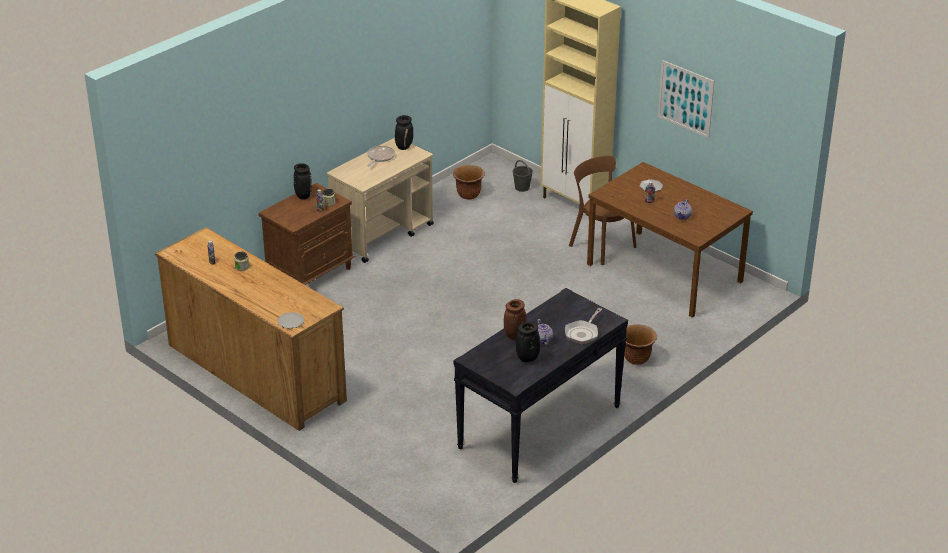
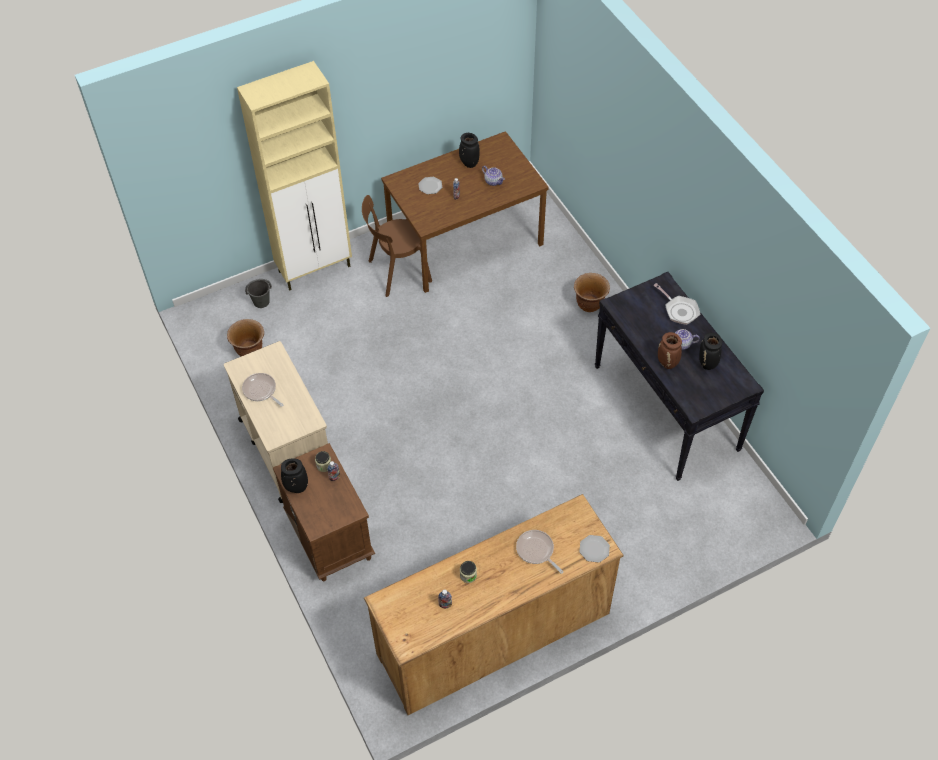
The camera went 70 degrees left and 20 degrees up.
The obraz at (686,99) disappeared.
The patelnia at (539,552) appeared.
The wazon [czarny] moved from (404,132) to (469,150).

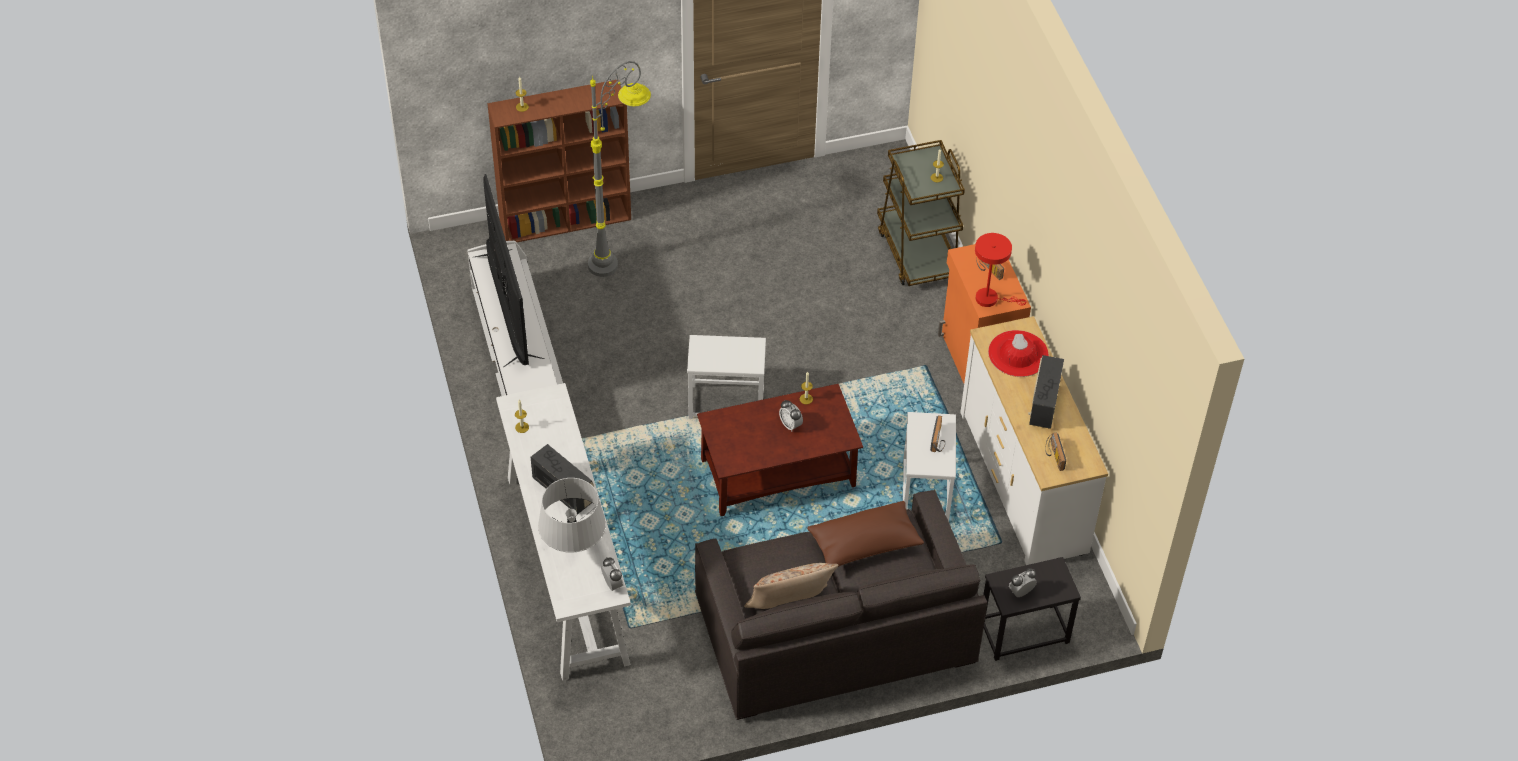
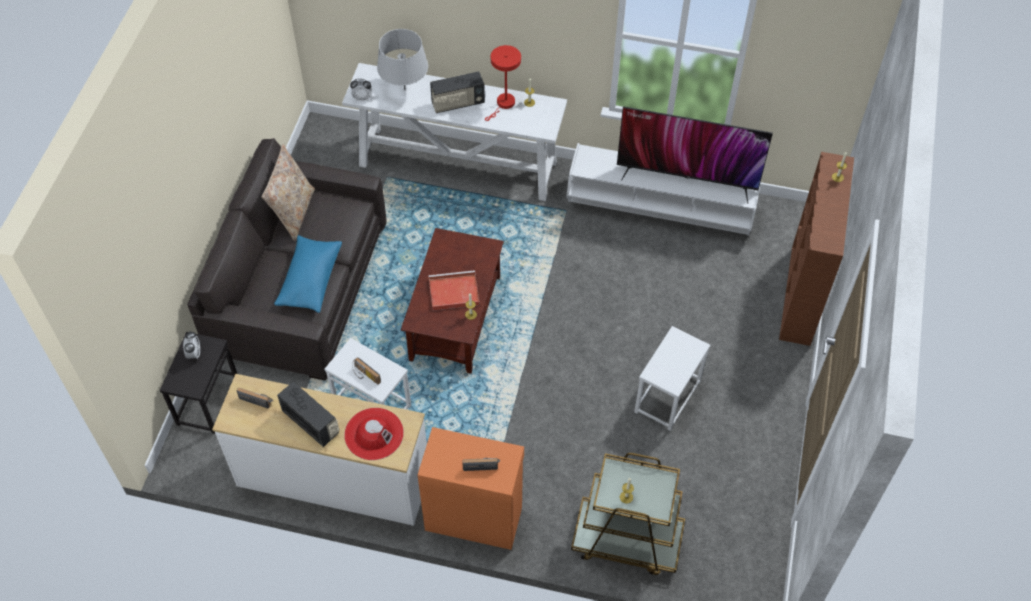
The camera went 120 degrees right and 5 degrees up.
The lampa stojąca [szary] at (619,169) disappeared.
The stolik [biały] moved from (726,377) to (672,378).
The lampa stołowa [czerwony] moved from (1000,270) to (503,83).
The budzik at (791,415) was replaced by the taca [czerwony] at (454,290).
The poduszka [brązowy] at (865,534) became the poduszka [niebieski] at (308,274).

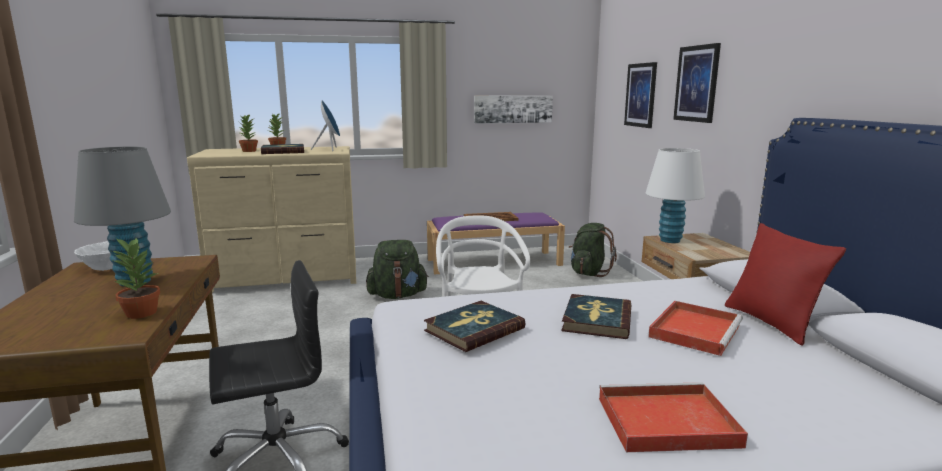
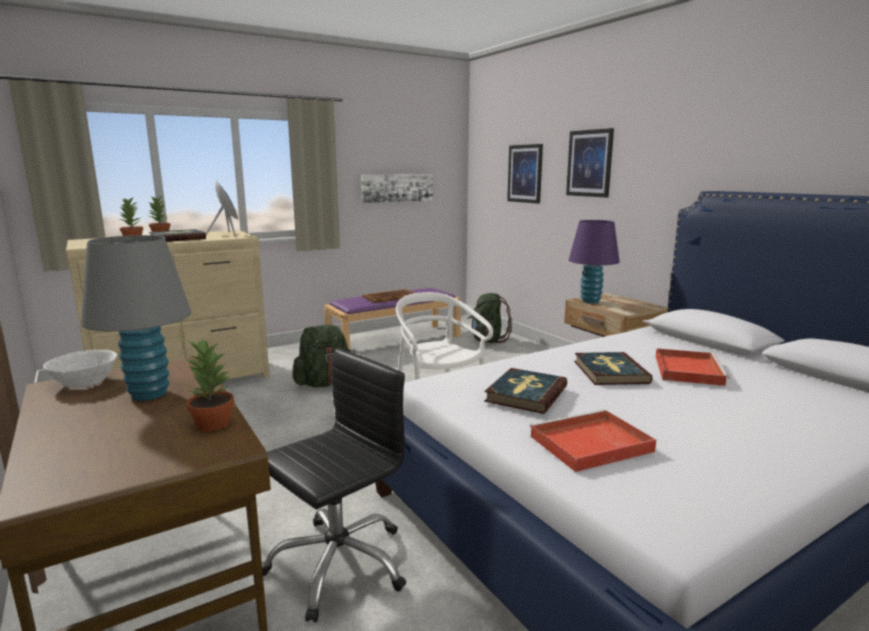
The camera went 20 degrees left and 0 degrees up.
The poduszka [czerwony] at (785,284) disappeared.
The taca [czerwony] moved from (673,417) to (593,440).
The lampa stołowa [biały] at (675,195) became the lampa stołowa [fioletowy] at (594,261).

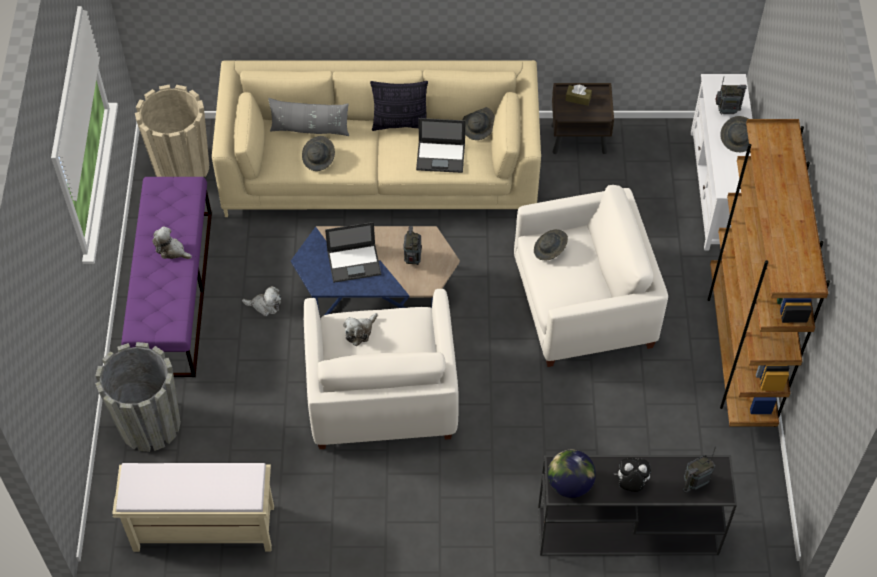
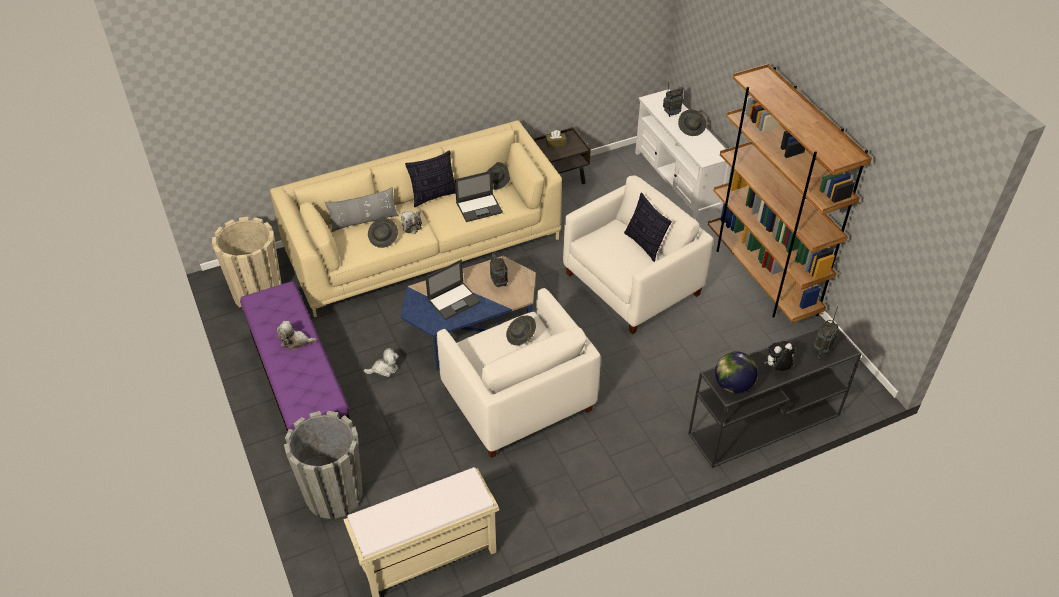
The camera went 25 degrees left and 10 degrees down.
The poduszka at (648,227) appeared.
The pluszak moved from (361,329) to (411,221).
The kapelusz [szary] moved from (551,244) to (521,330).

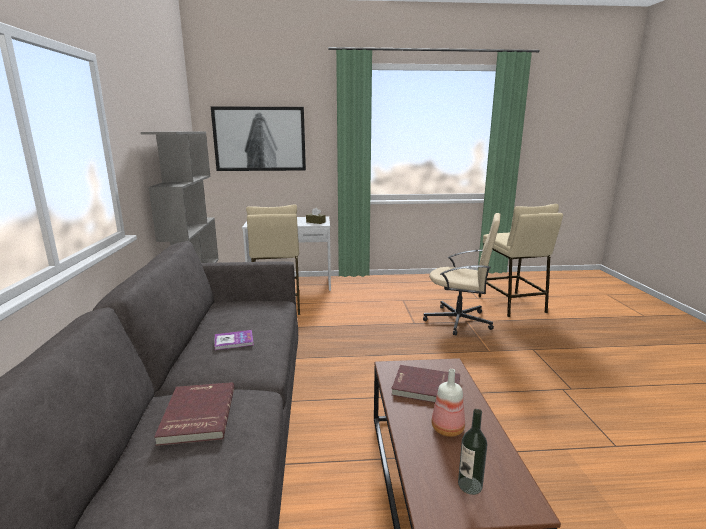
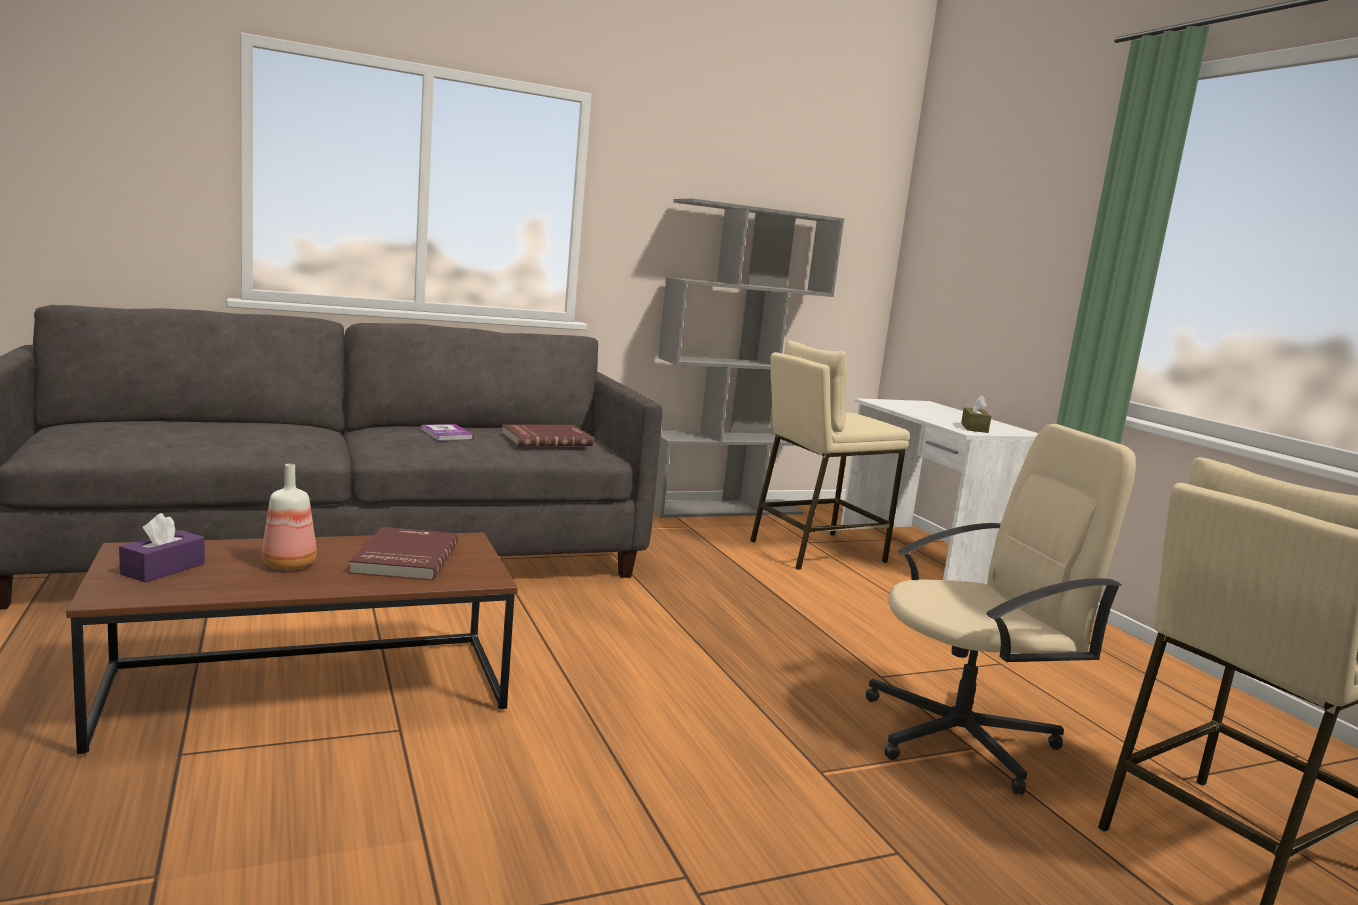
The camera went 70 degrees right and 5 degrees down.
The obraz at (258,138) disappeared.
The książka [czerwony] moved from (194,414) to (547,435).
The butelka at (472,452) was replaced by the pudełko chusteczek [fioletowy] at (162,548).
The krzesło biurowe [beżowy] at (462,274) turned 105 degrees counterclockwise.

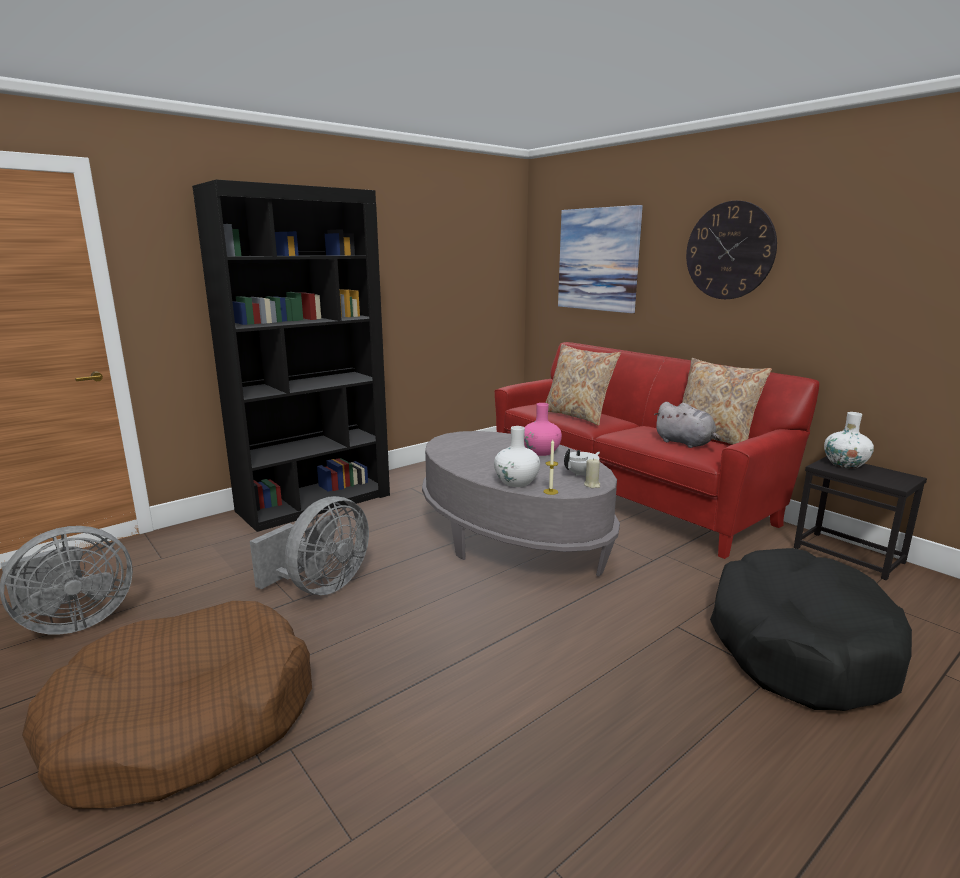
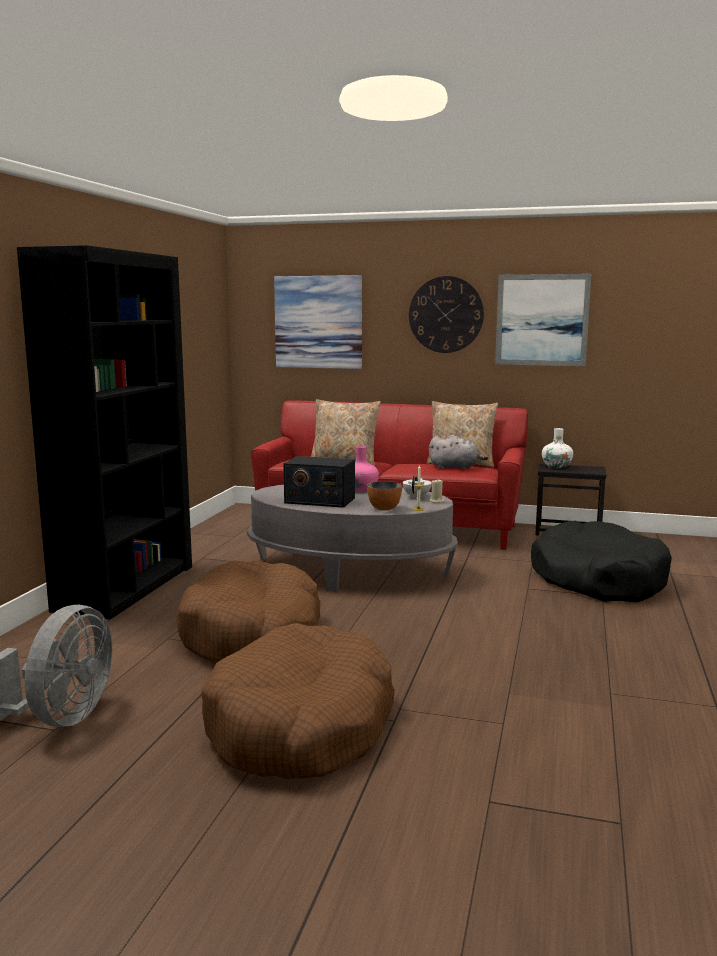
The camera went 35 degrees left and 5 degrees down.
The radio at (319,482) appeared.
The obraz at (543,320) appeared.
The wentylator [szary] at (309,545) was replaced by the legowisko [brązowy] at (248,612).
The wazon [biały] at (517,456) was replaced by the miska at (384,496).

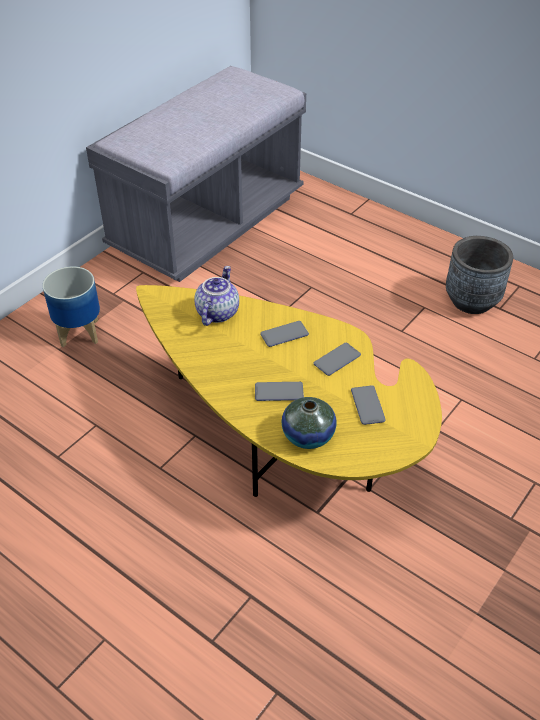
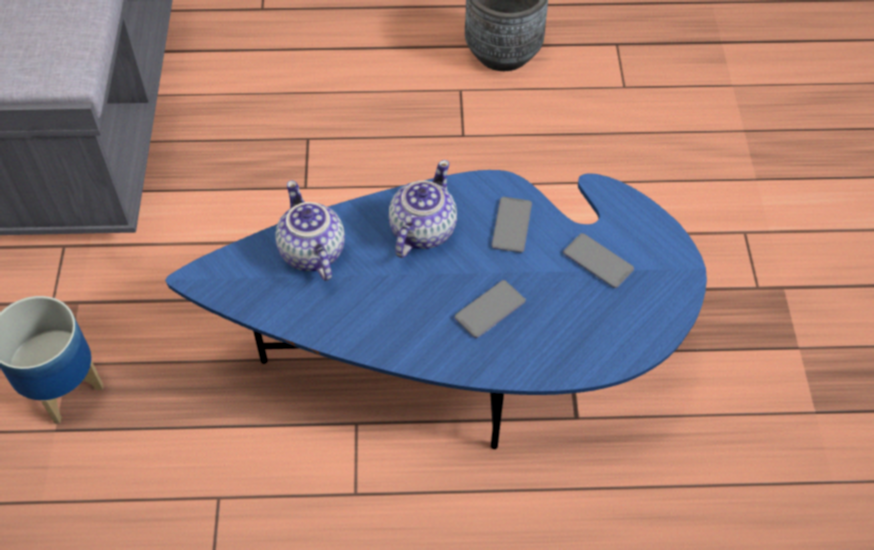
The camera went 40 degrees left and 10 degrees up.
The wazon at (309,423) disappeared.
The telefon at (284,334) was replaced by the imbryk at (423,209).
The ława [żółty] at (289,391) became the ława [niebieski] at (436,309).

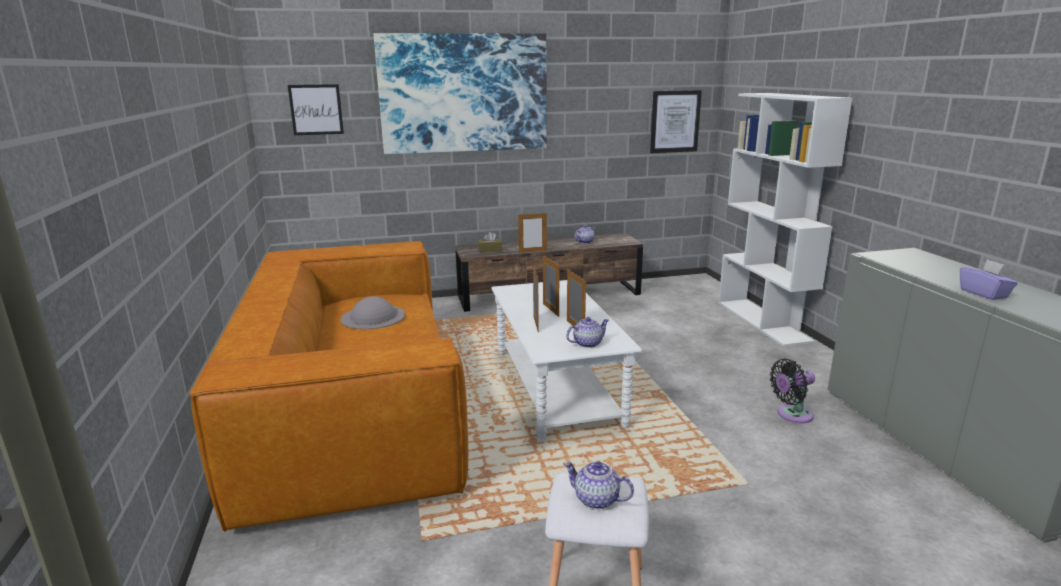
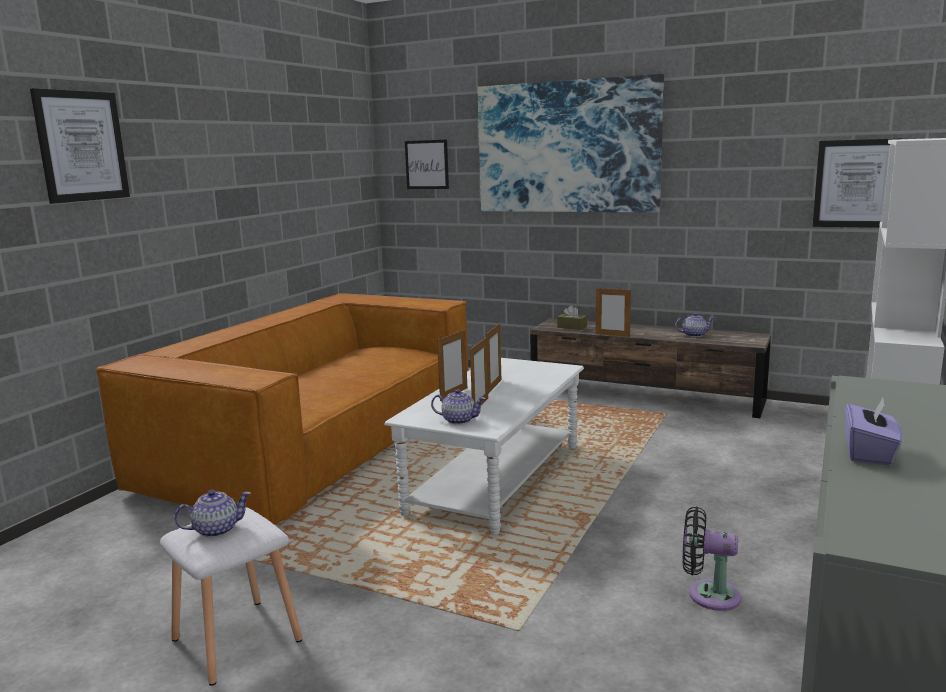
The camera went 40 degrees right and 5 degrees down.
The kapelusz [szary] at (373,312) disappeared.
The obraz at (80,146) appeared.
The imbryk at (598,485) turned 90 degrees clockwise.

